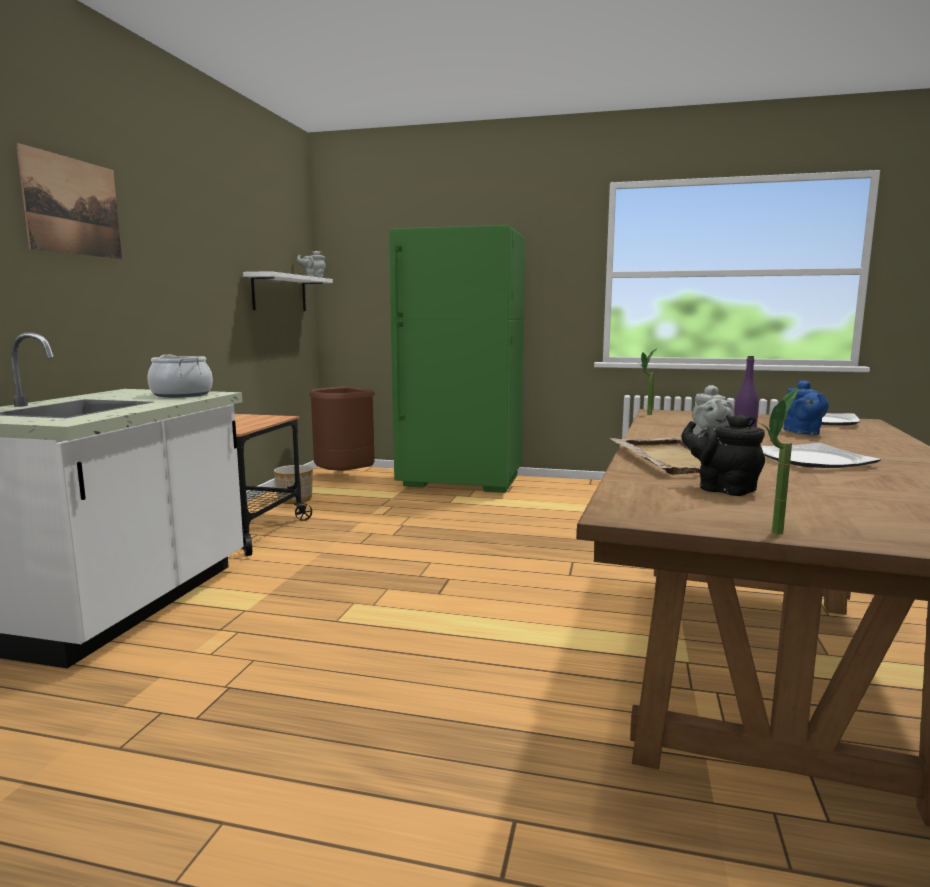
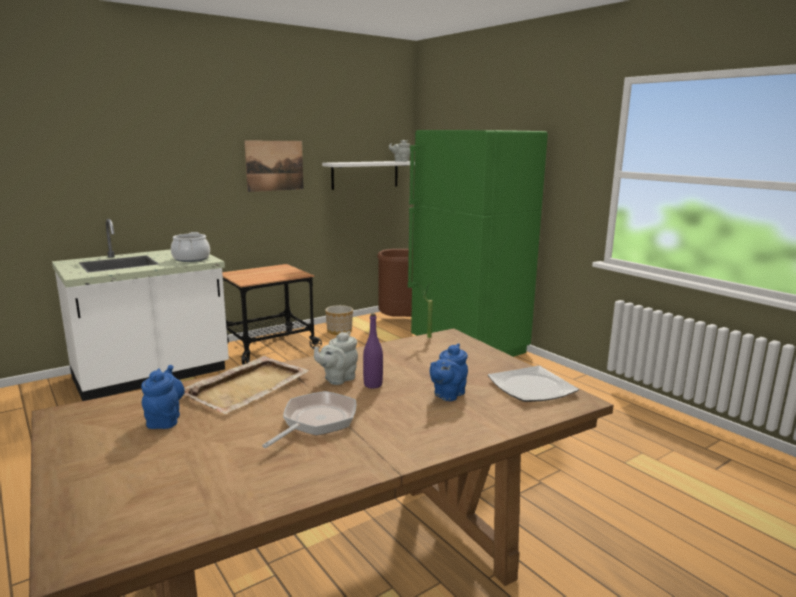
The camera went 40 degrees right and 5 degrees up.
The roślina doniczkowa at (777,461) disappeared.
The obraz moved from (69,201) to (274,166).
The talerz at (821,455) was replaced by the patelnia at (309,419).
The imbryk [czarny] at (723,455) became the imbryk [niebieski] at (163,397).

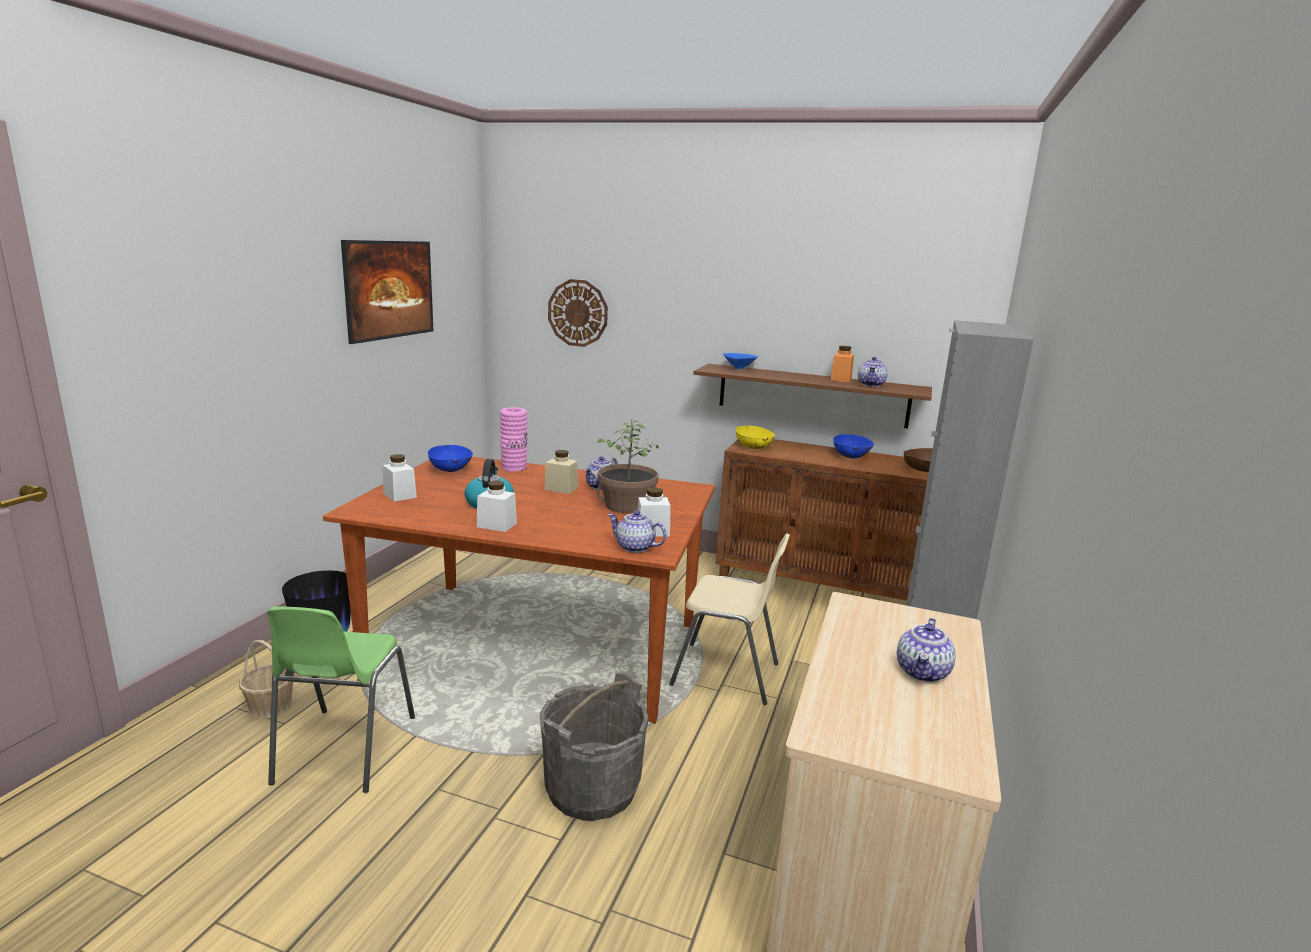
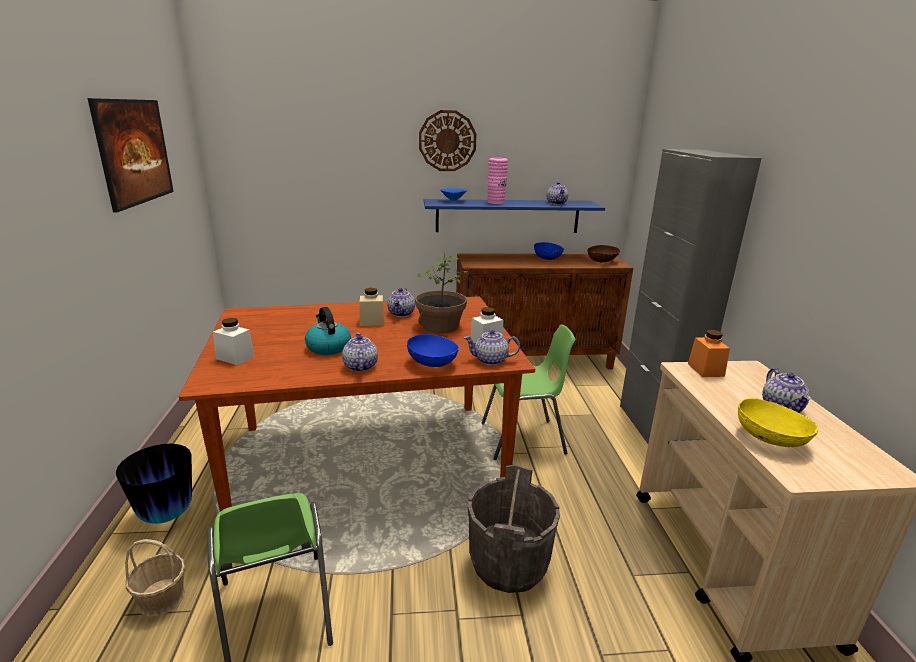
The camera went 25 degrees left and 5 degrees up.
The miska [niebieski] moved from (450,458) to (433,350).
The wazon [różowy] moved from (514,439) to (497,181).
The zegar ścienny moved from (578,313) to (448,140).
The miska [żółty] moved from (756,437) to (778,422).
The słoik [pomarańczowy] moved from (842,364) to (709,353).
The słoik [biały] at (497,506) was replaced by the imbryk at (360,352).
The krzesło [beżowy] at (729,619) became the krzesło [zielony] at (528,392).
The półka [brązowy] at (812,396) became the półka [niebieski] at (514,216).

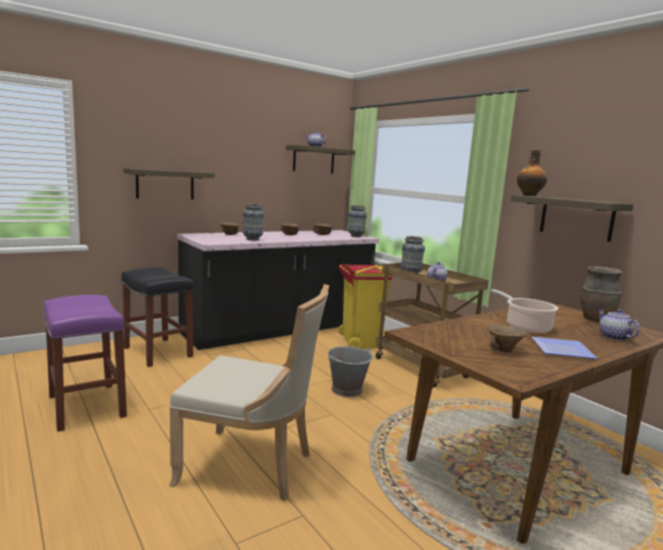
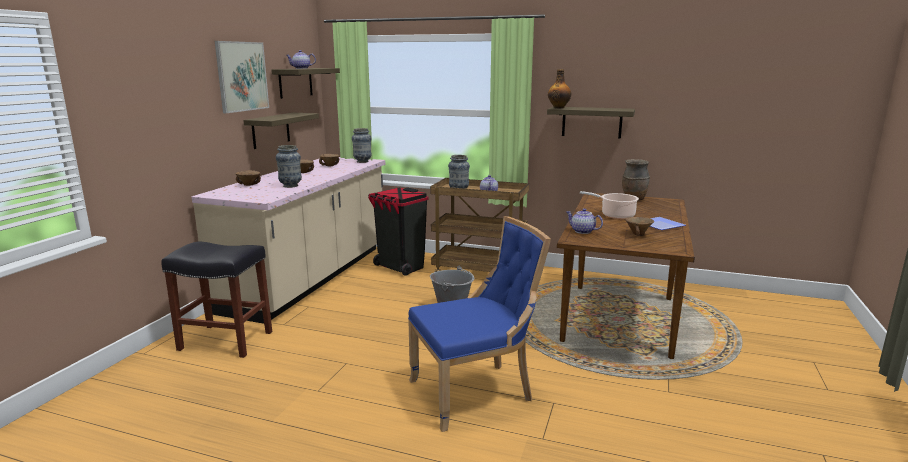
The camera went 35 degrees left and 5 degrees up.
The stołek [fioletowy] at (85,363) disappeared.
The obraz at (242,77) appeared.
The półka moved from (169,184) to (281,131).
The imbryk moved from (619,325) to (584,221).
The krzesło [beżowy] at (249,392) became the krzesło [niebieski] at (479,324).
The zabudowa kuchenna [czarny] at (278,290) became the zabudowa kuchenna [beżowy] at (288,240).
The kosz na śmieci [żółty] at (365,306) became the kosz na śmieci [czarny] at (398,231).

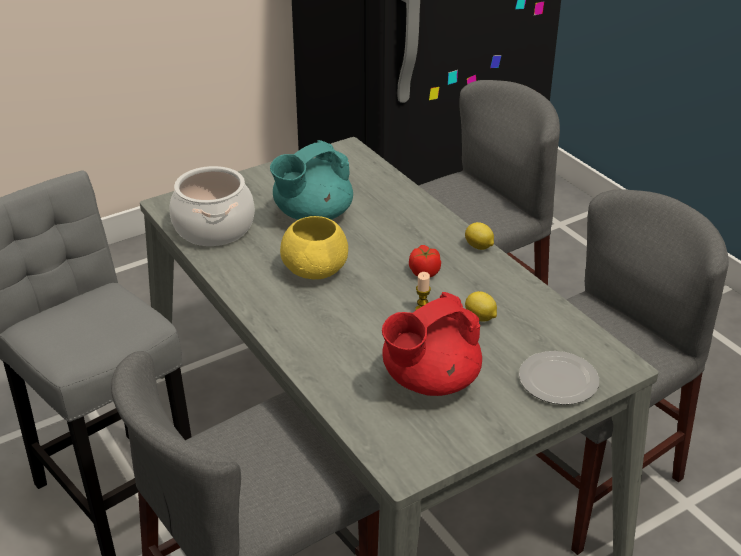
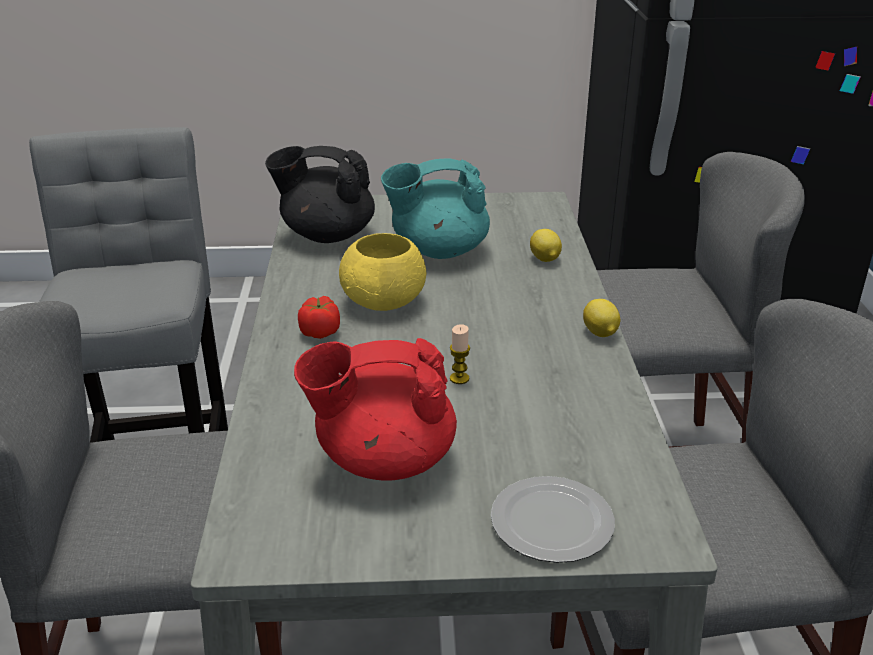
The camera went 30 degrees right and 5 degrees down.
The pomidor moved from (425,261) to (319,317).
The cytryna moved from (481,306) to (546,245).
The garnek at (212,206) was replaced by the imbryk [czarny] at (320,194).

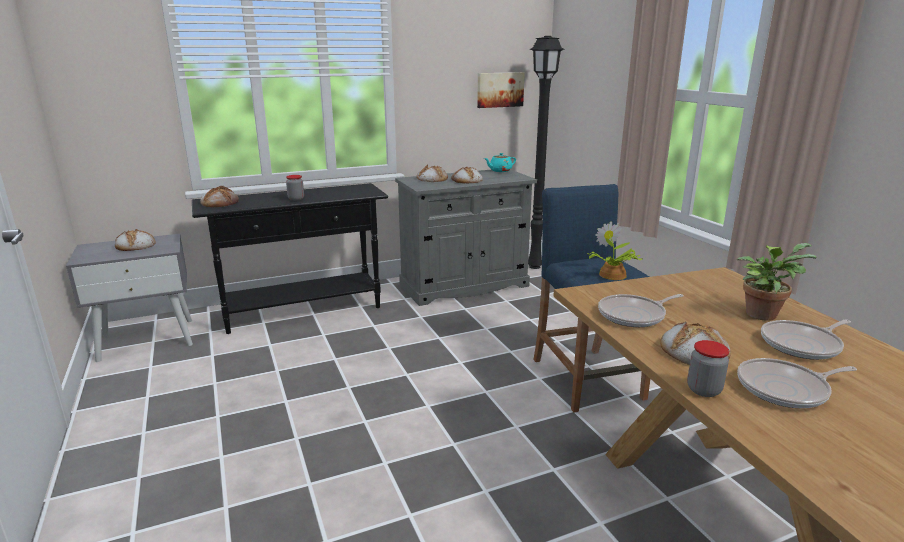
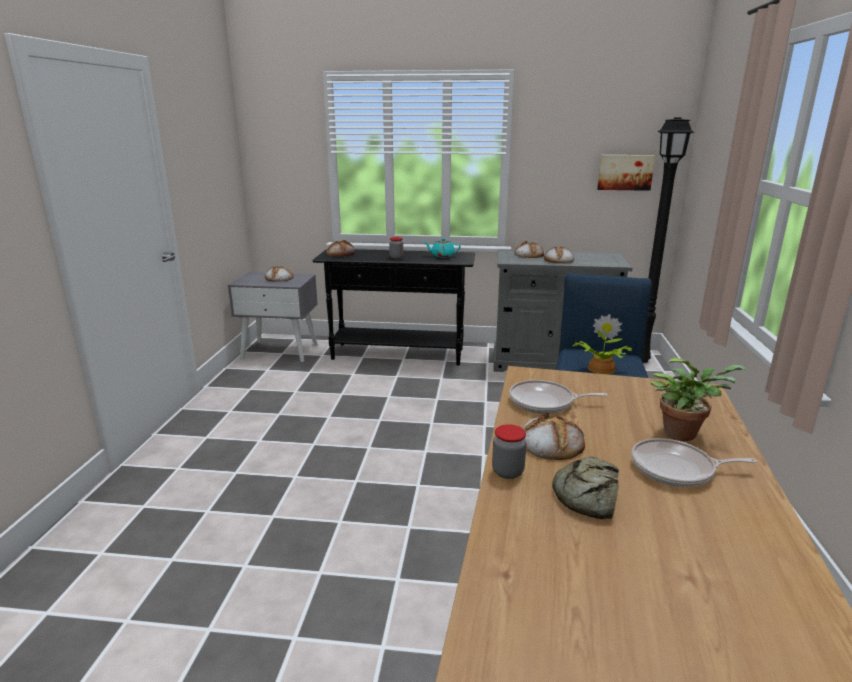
The camera went 30 degrees right and 0 degrees up.
The imbryk [turkusowy] moved from (500,162) to (442,248).
The patelnia at (797,383) was replaced by the chleb at (585,487).

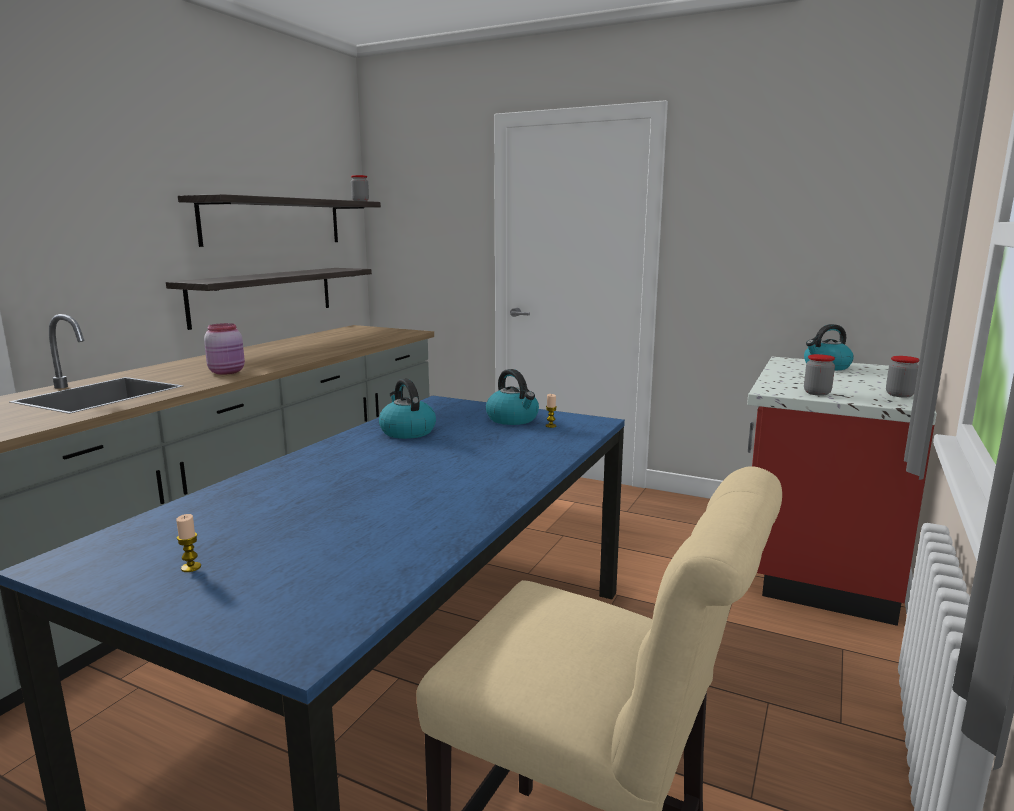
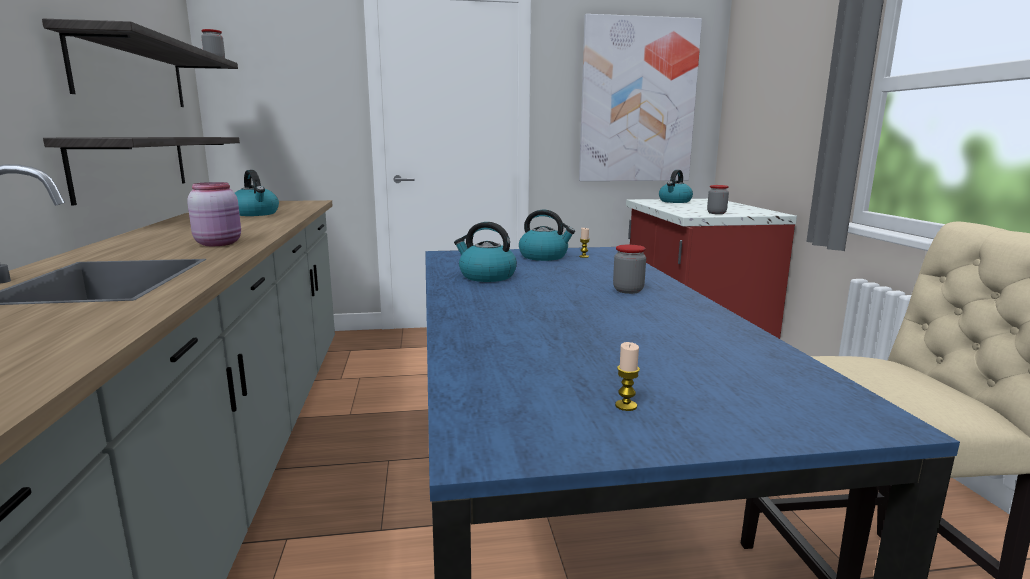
The camera went 35 degrees left and 0 degrees up.
The czajnik at (257,193) appeared.
The obraz at (640,97) appeared.
The słoik moved from (903,376) to (629,269).

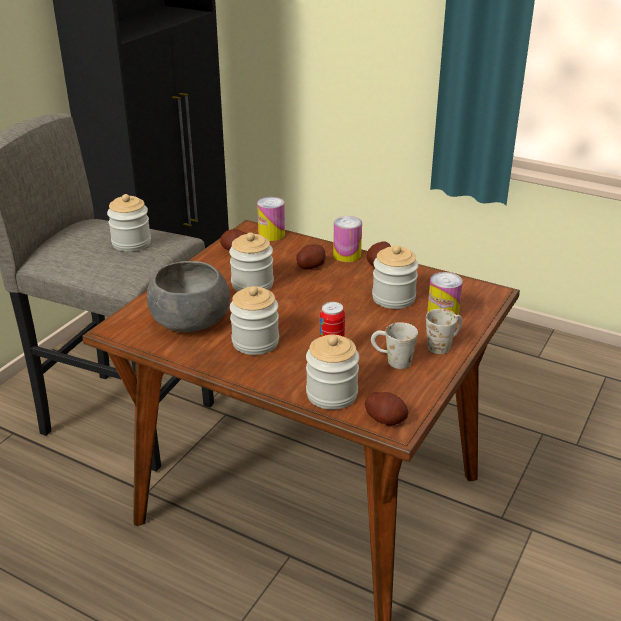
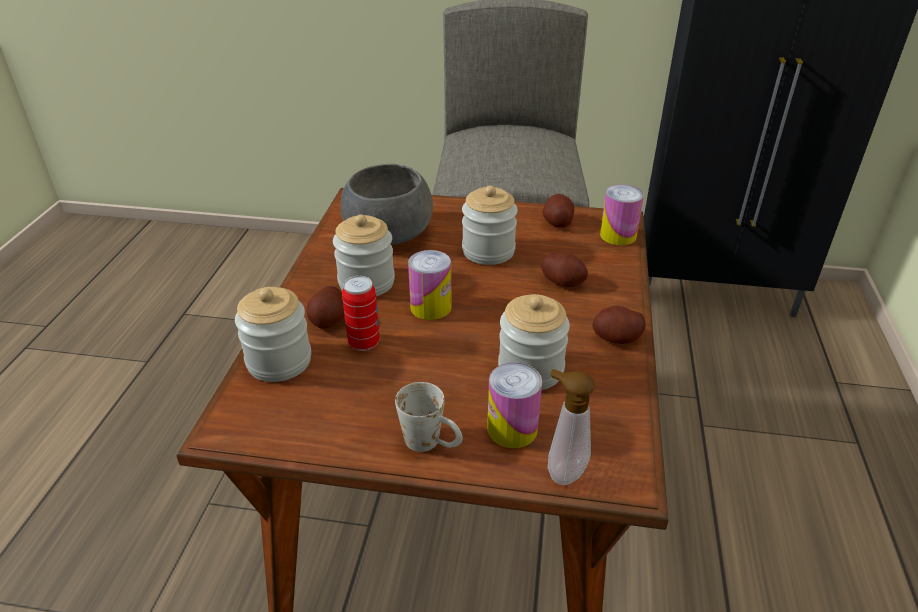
The camera went 70 degrees right and 5 degrees up.
The słoik at (129,223) disappeared.
The kubek [biały] at (394,345) disappeared.
The dozownik mydła at (571,427) appeared.
The puszka moved from (347,239) to (430,285).
The ziemniak moved from (387,409) to (325,307).

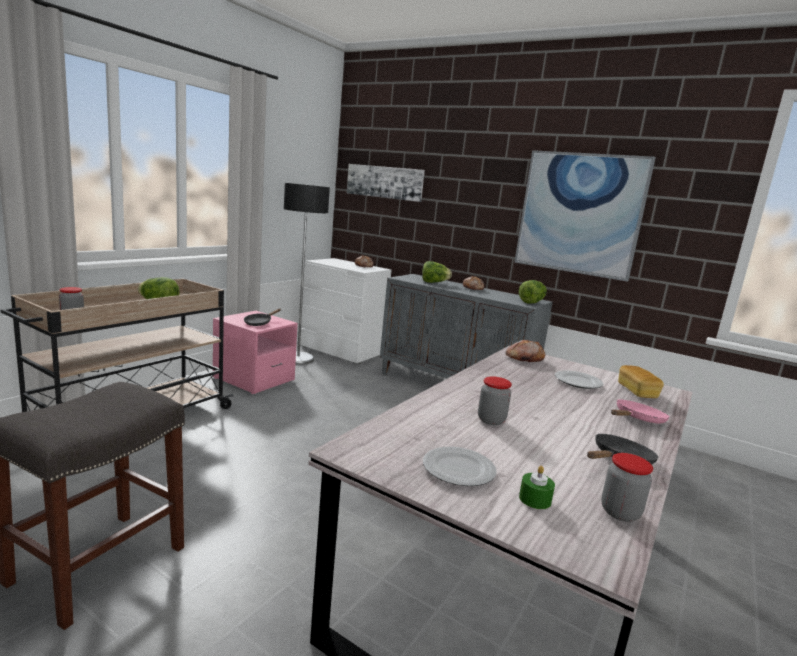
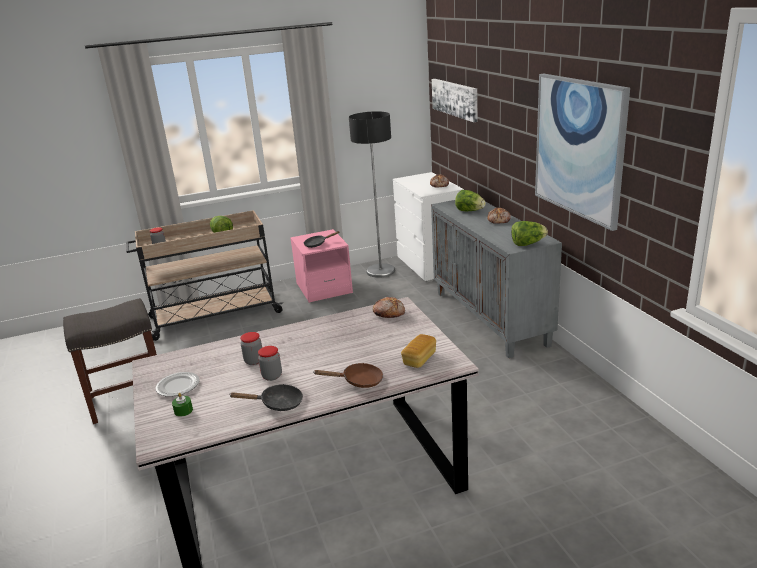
The camera went 40 degrees right and 10 degrees up.
The talerz at (579,379) disappeared.
The słoik moved from (627,487) to (270,363).
The patelnia [różowy] at (640,411) became the patelnia [brązowy] at (348,375).

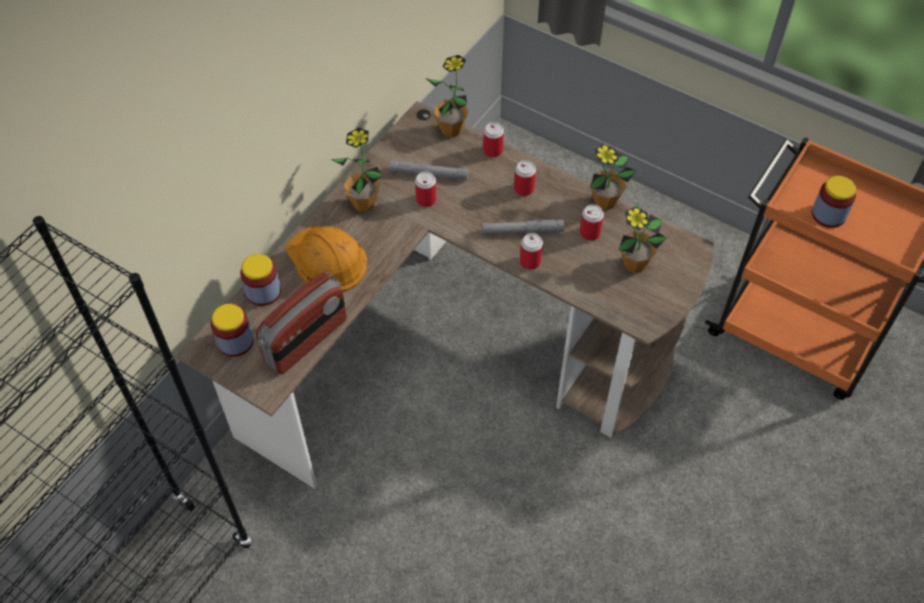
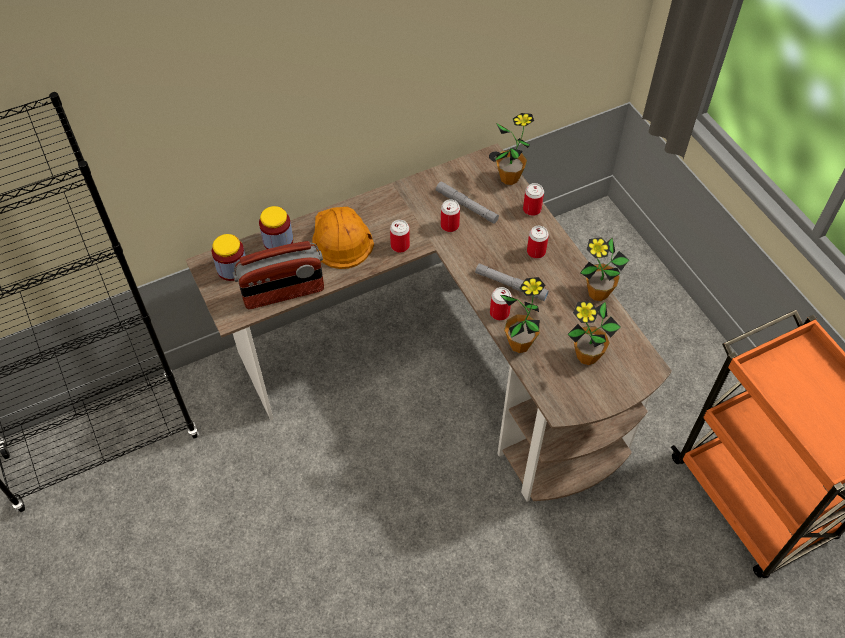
The camera went 30 degrees right and 0 degrees up.
The słoik at (834,202) disappeared.
The roślina doniczkowa moved from (356,169) to (522,315).
The puszka moved from (592,223) to (400,236).

